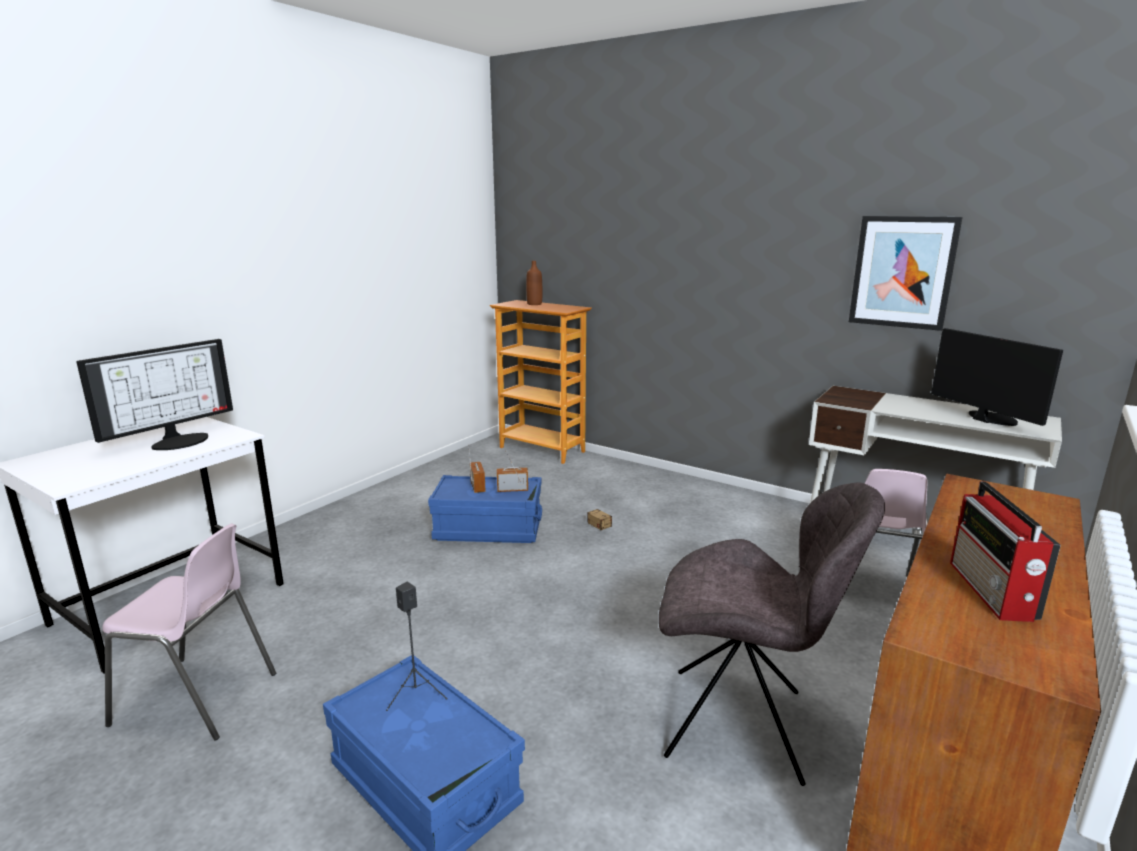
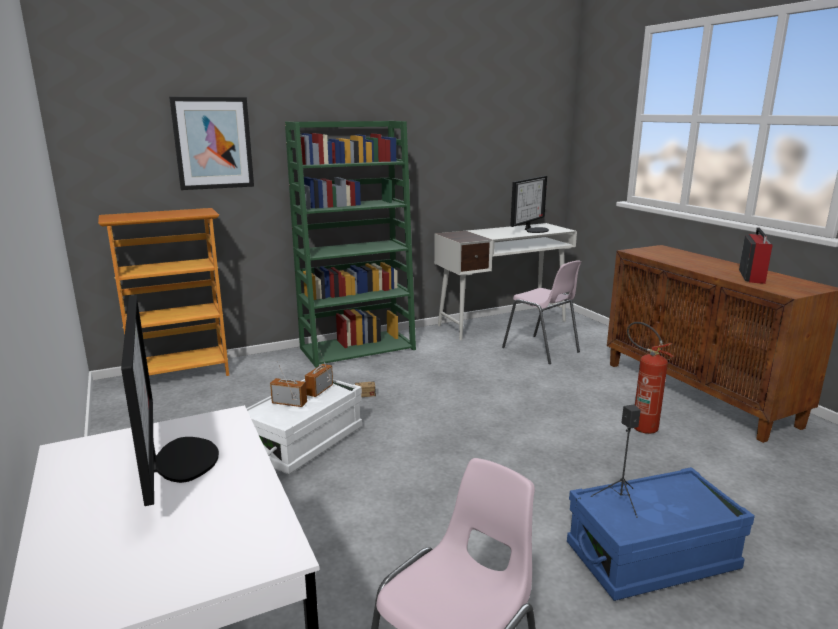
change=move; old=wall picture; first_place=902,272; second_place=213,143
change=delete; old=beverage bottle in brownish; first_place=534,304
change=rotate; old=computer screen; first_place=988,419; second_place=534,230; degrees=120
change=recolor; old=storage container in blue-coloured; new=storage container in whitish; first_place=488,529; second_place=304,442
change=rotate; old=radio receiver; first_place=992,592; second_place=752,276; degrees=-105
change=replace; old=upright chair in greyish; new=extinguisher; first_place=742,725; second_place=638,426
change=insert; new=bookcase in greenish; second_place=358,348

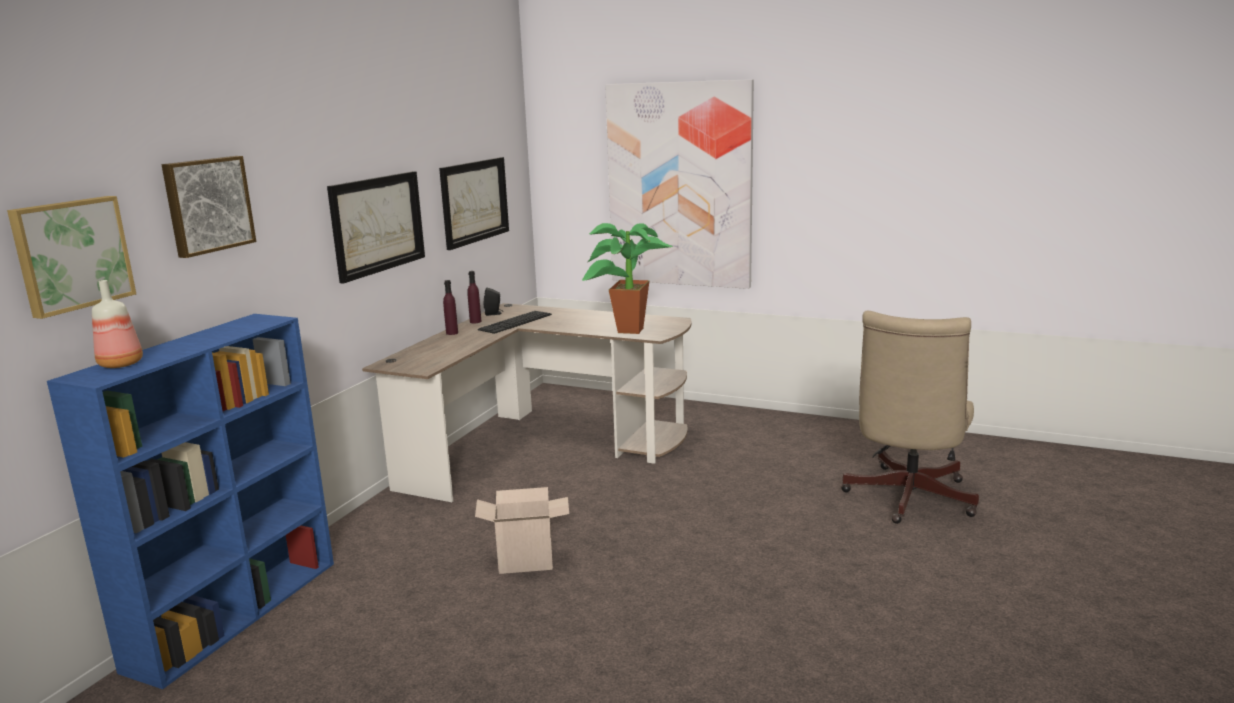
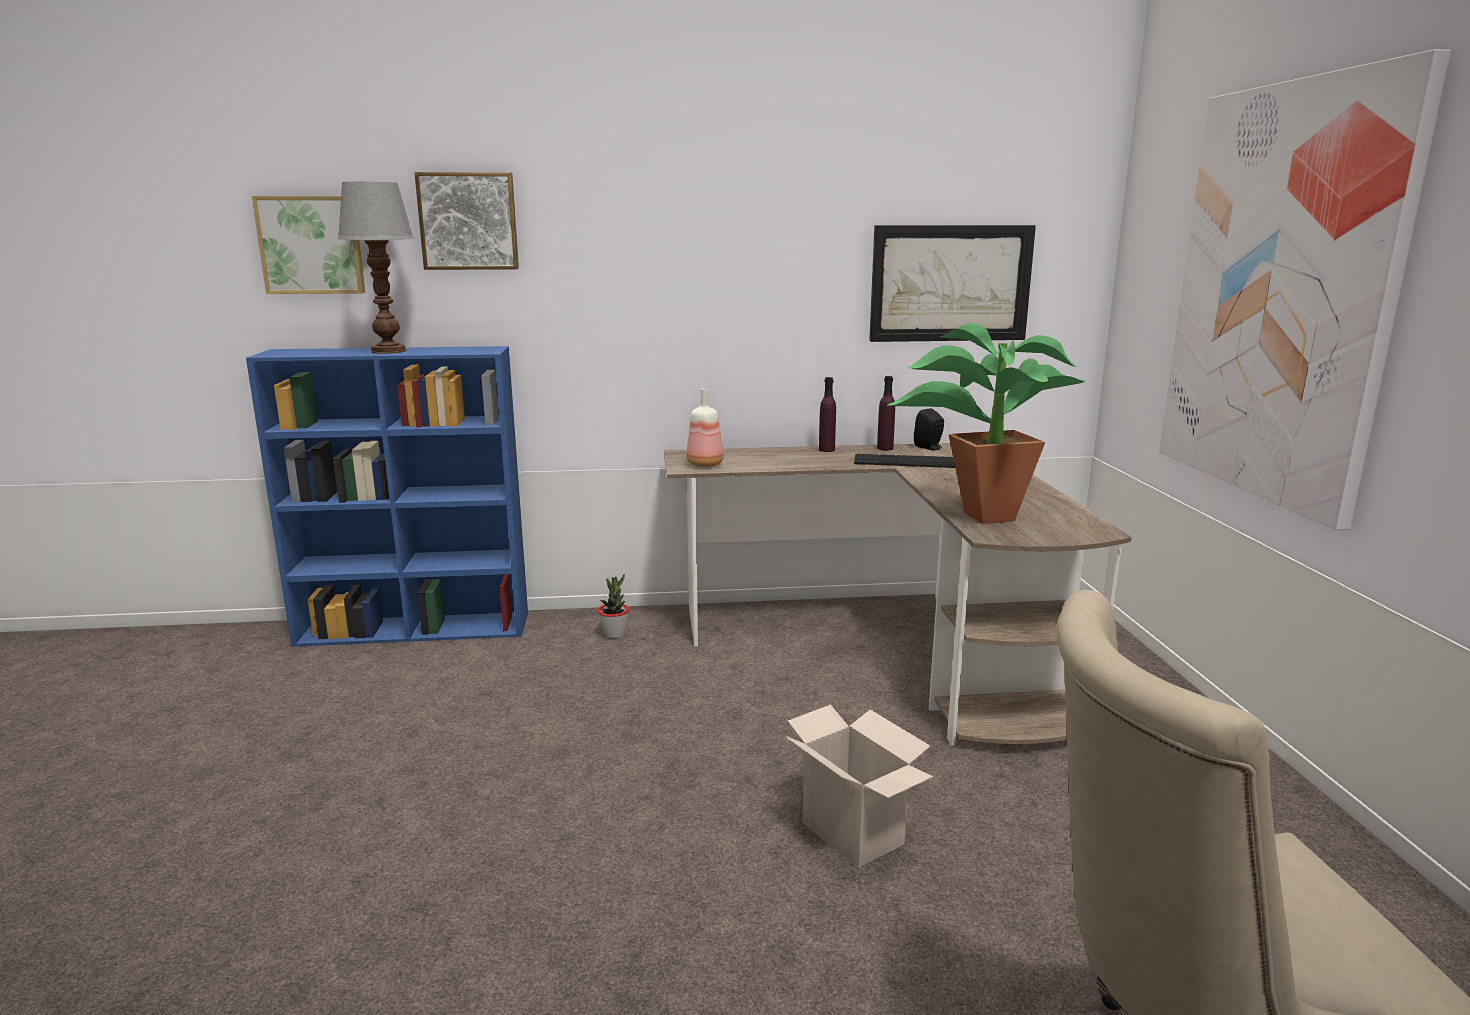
change=delete; old=wall picture; first_place=377,224
change=move; old=beverage bottle; first_place=122,364; second_place=706,464
change=move; old=carton; first_place=527,560; second_place=856,834
change=insert; new=lamp for a table; second_place=389,351
change=insert; new=potted plant; second_place=614,634

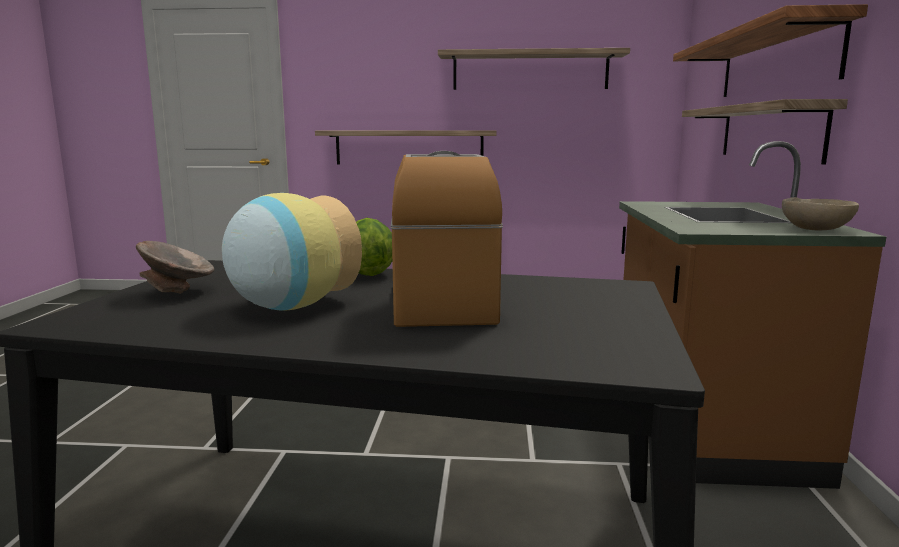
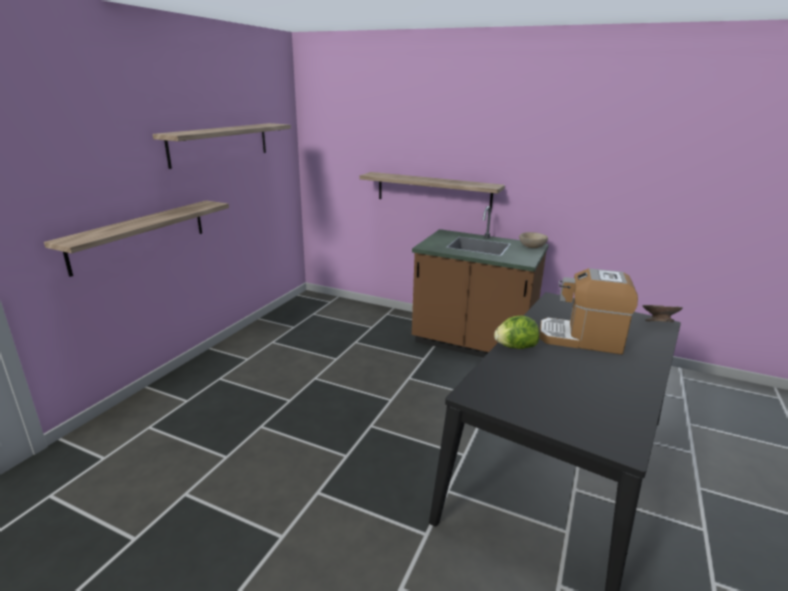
change=delete; old=shelf; first_place=775,62
change=delete; old=vase; first_place=289,306
change=move; old=serving bowl in greyish; first_place=179,292; second_place=657,322

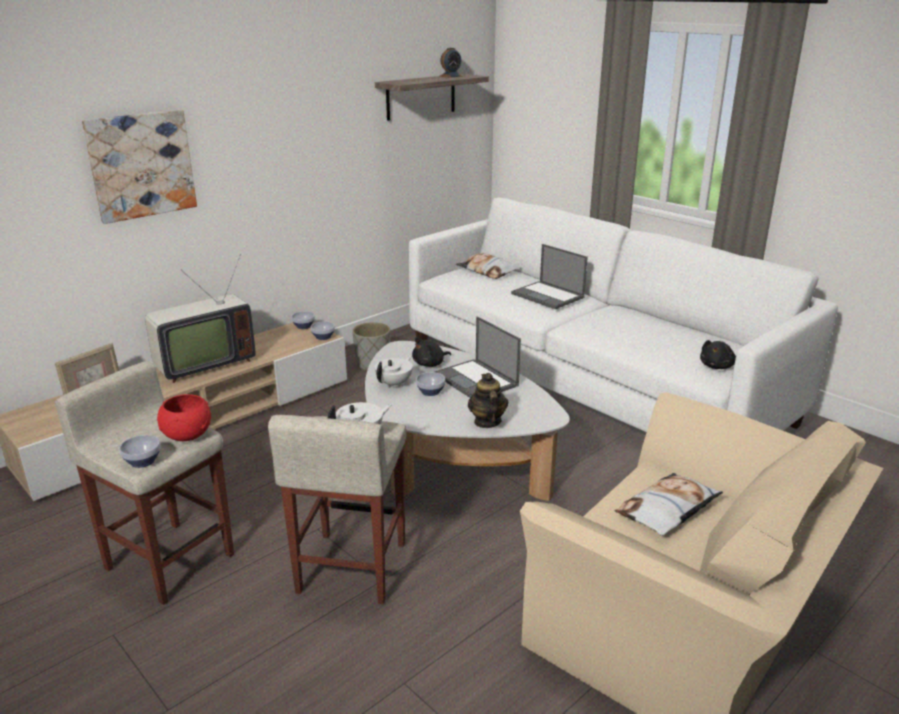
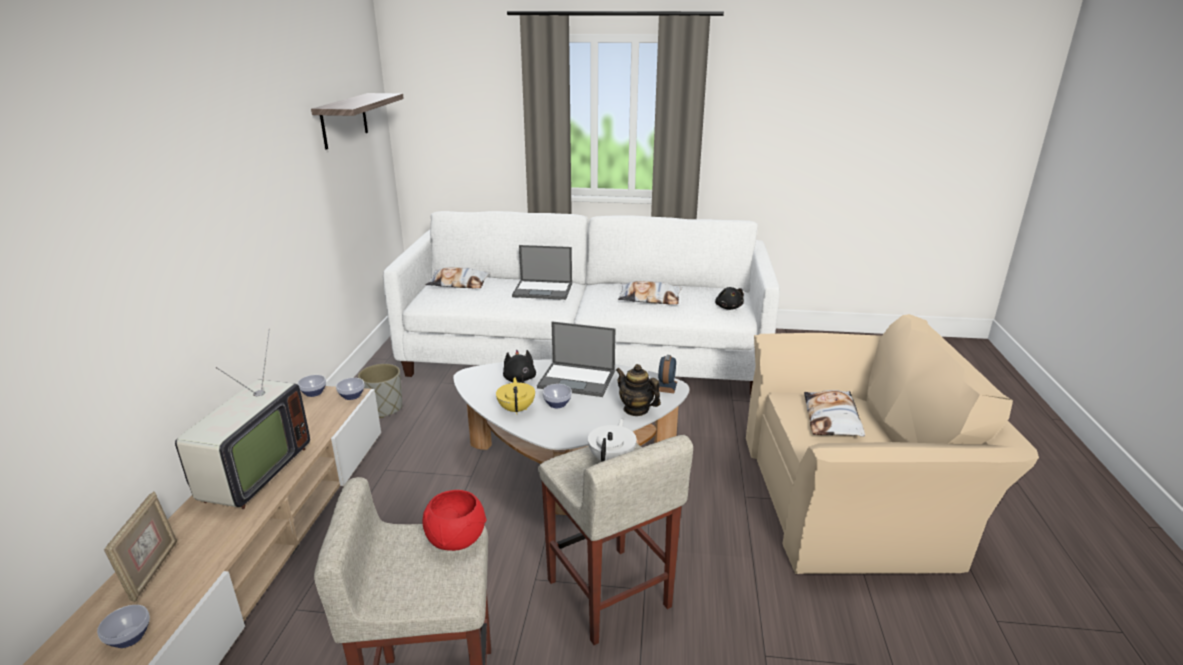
change=move; old=bedside clock; first_place=450,76; second_place=666,386
change=delete; old=wall picture; first_place=141,165
change=rotate; old=plush toy in black; first_place=430,364; second_place=519,380; degrees=150
change=recolor; old=tea pot in whitish; new=tea pot in yellow; first_place=395,384; second_place=517,409
change=move; old=serving bowl; first_place=141,461; second_place=128,638
change=insert; new=cushion; second_place=649,298

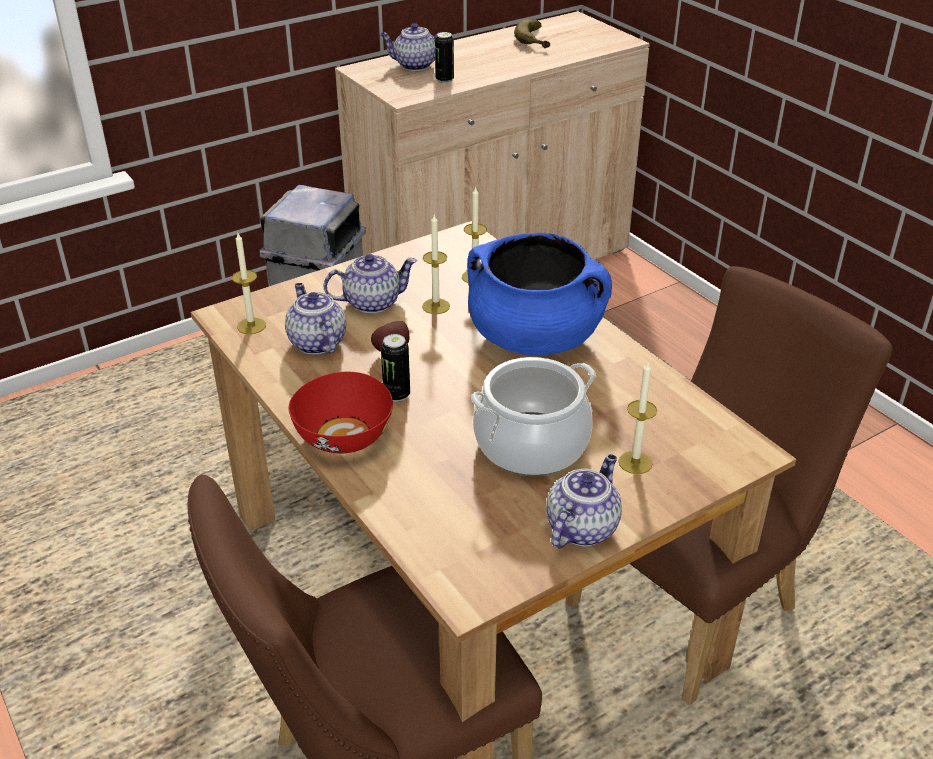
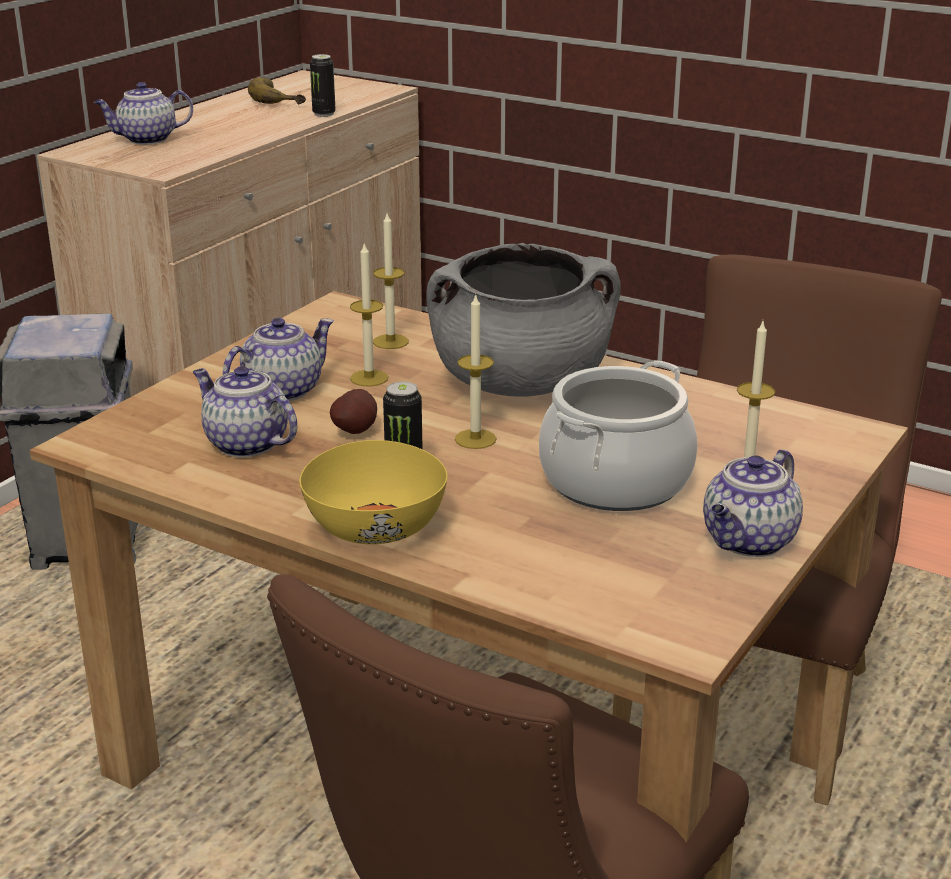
change=move; old=metal can; first_place=444,80; second_place=324,114
change=move; old=candle; first_place=251,326; second_place=475,439
change=recolor; old=saucepot in blue-coloured; new=saucepot in greyish; first_place=535,338; second_place=521,383
change=recolor; old=serving bowl in red; new=serving bowl in yellow; first_place=343,436; second_place=374,527
change=rotate; old=tea pot; first_place=582,527; second_place=749,542; degrees=-150

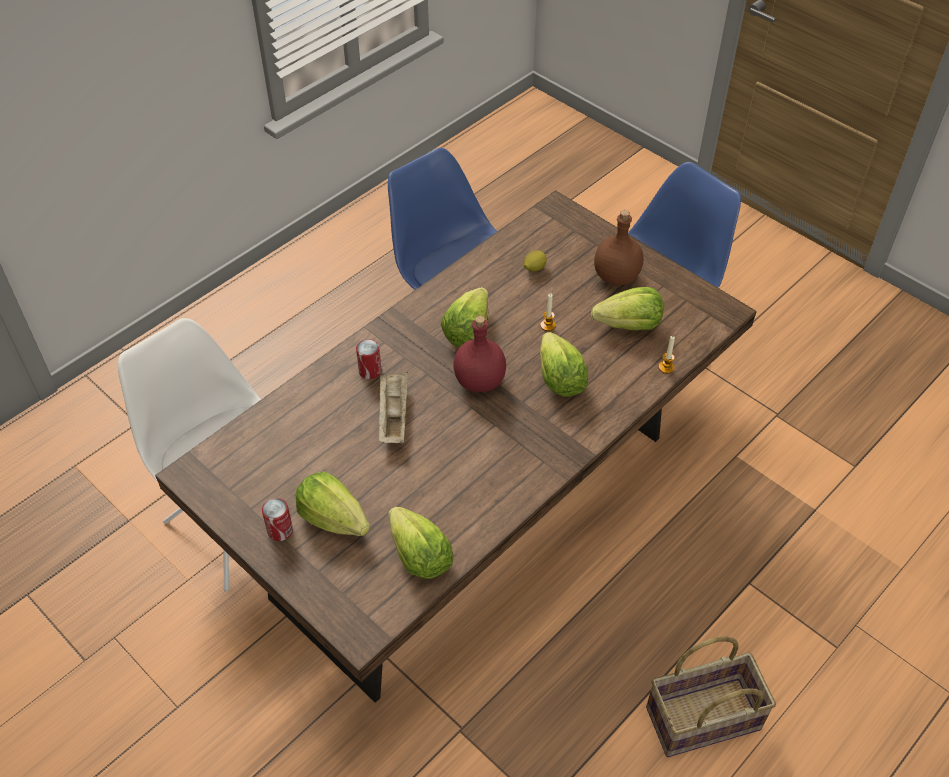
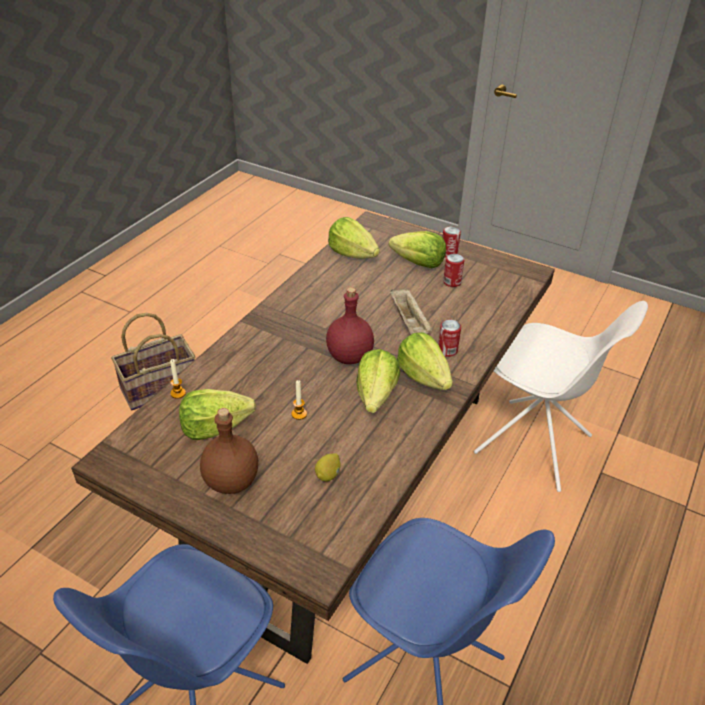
change=move; old=head of lettuce; first_place=559,379; second_place=423,377
change=insert; new=metal can; second_place=452,282

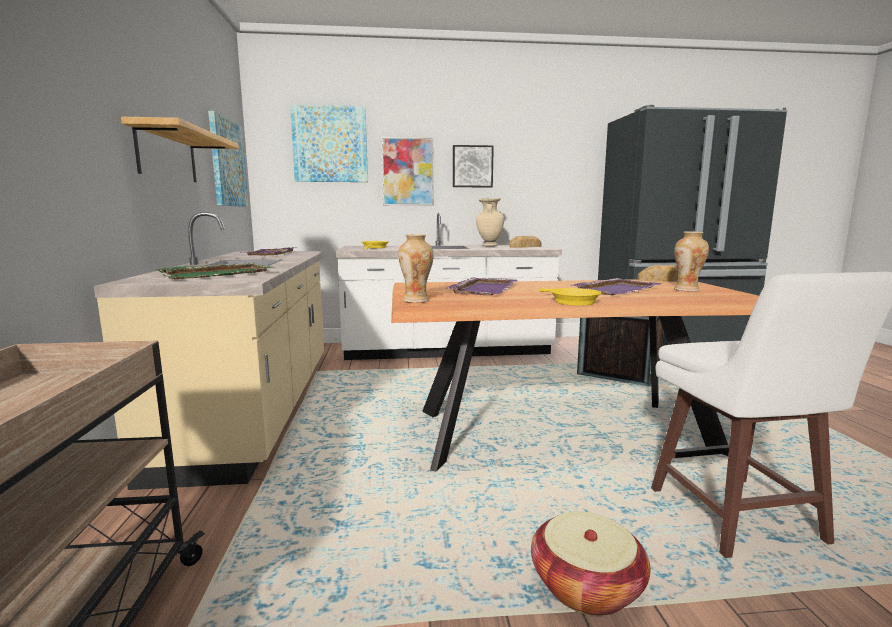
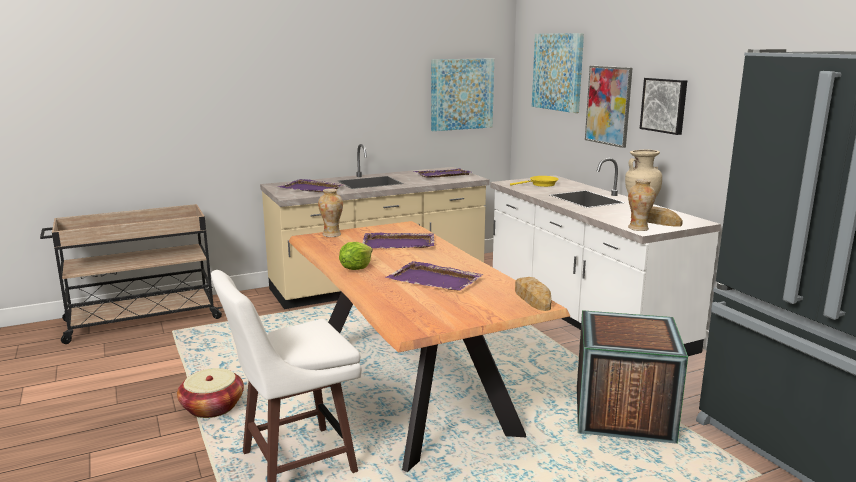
change=delete; old=shelf; first_place=167,155
change=move; old=vase; first_place=687,290; second_place=638,228
change=recolor; old=carrying tray in greenish; new=carrying tray in purplish; first_place=218,274; second_place=312,188
change=replace; old=frying pan in yellow; new=head of lettuce; first_place=571,301; second_place=356,268

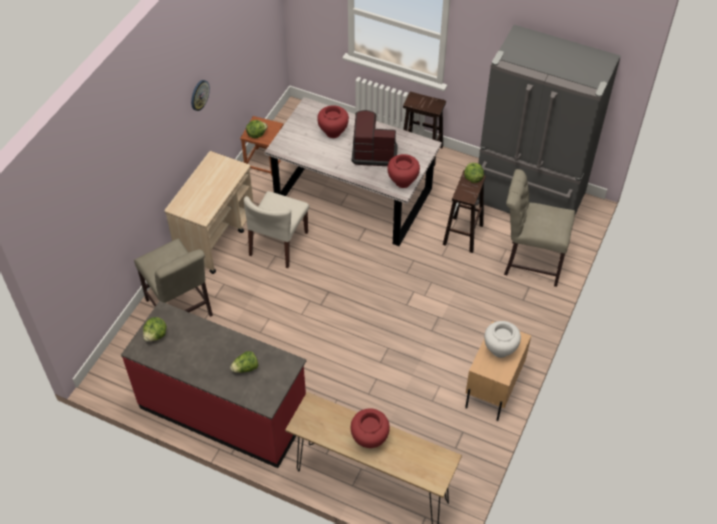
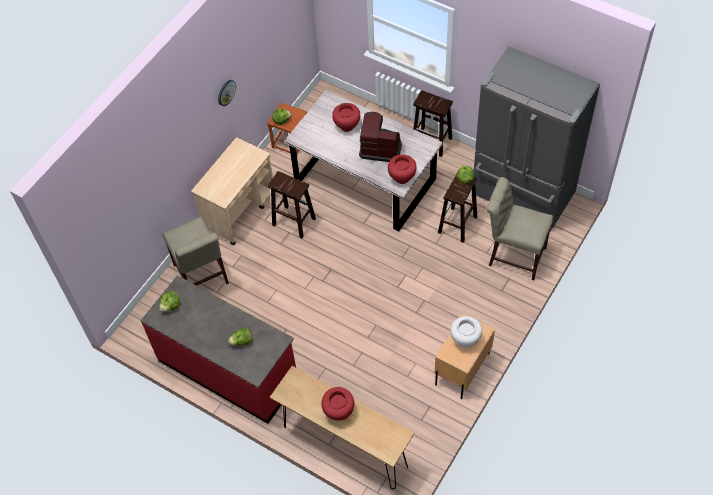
change=replace; old=upright chair in beige; new=stool in brownish; first_place=279,244; second_place=293,222

